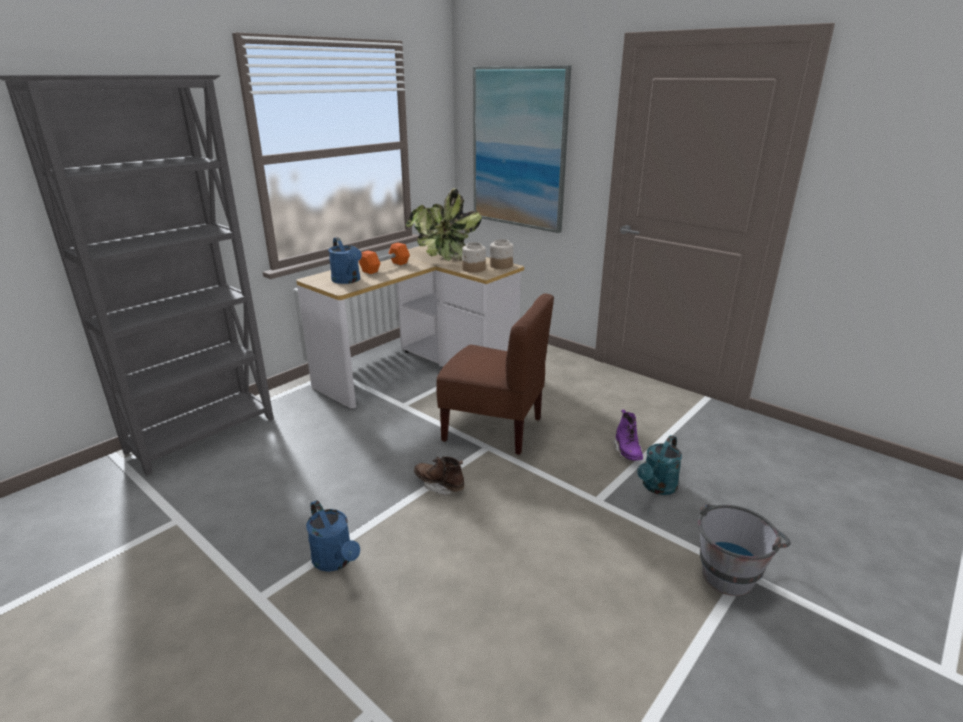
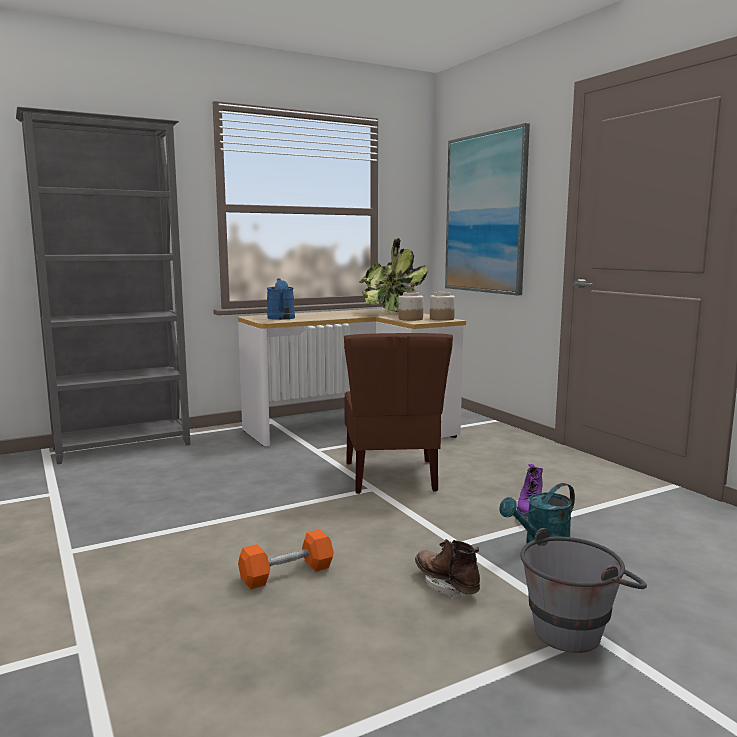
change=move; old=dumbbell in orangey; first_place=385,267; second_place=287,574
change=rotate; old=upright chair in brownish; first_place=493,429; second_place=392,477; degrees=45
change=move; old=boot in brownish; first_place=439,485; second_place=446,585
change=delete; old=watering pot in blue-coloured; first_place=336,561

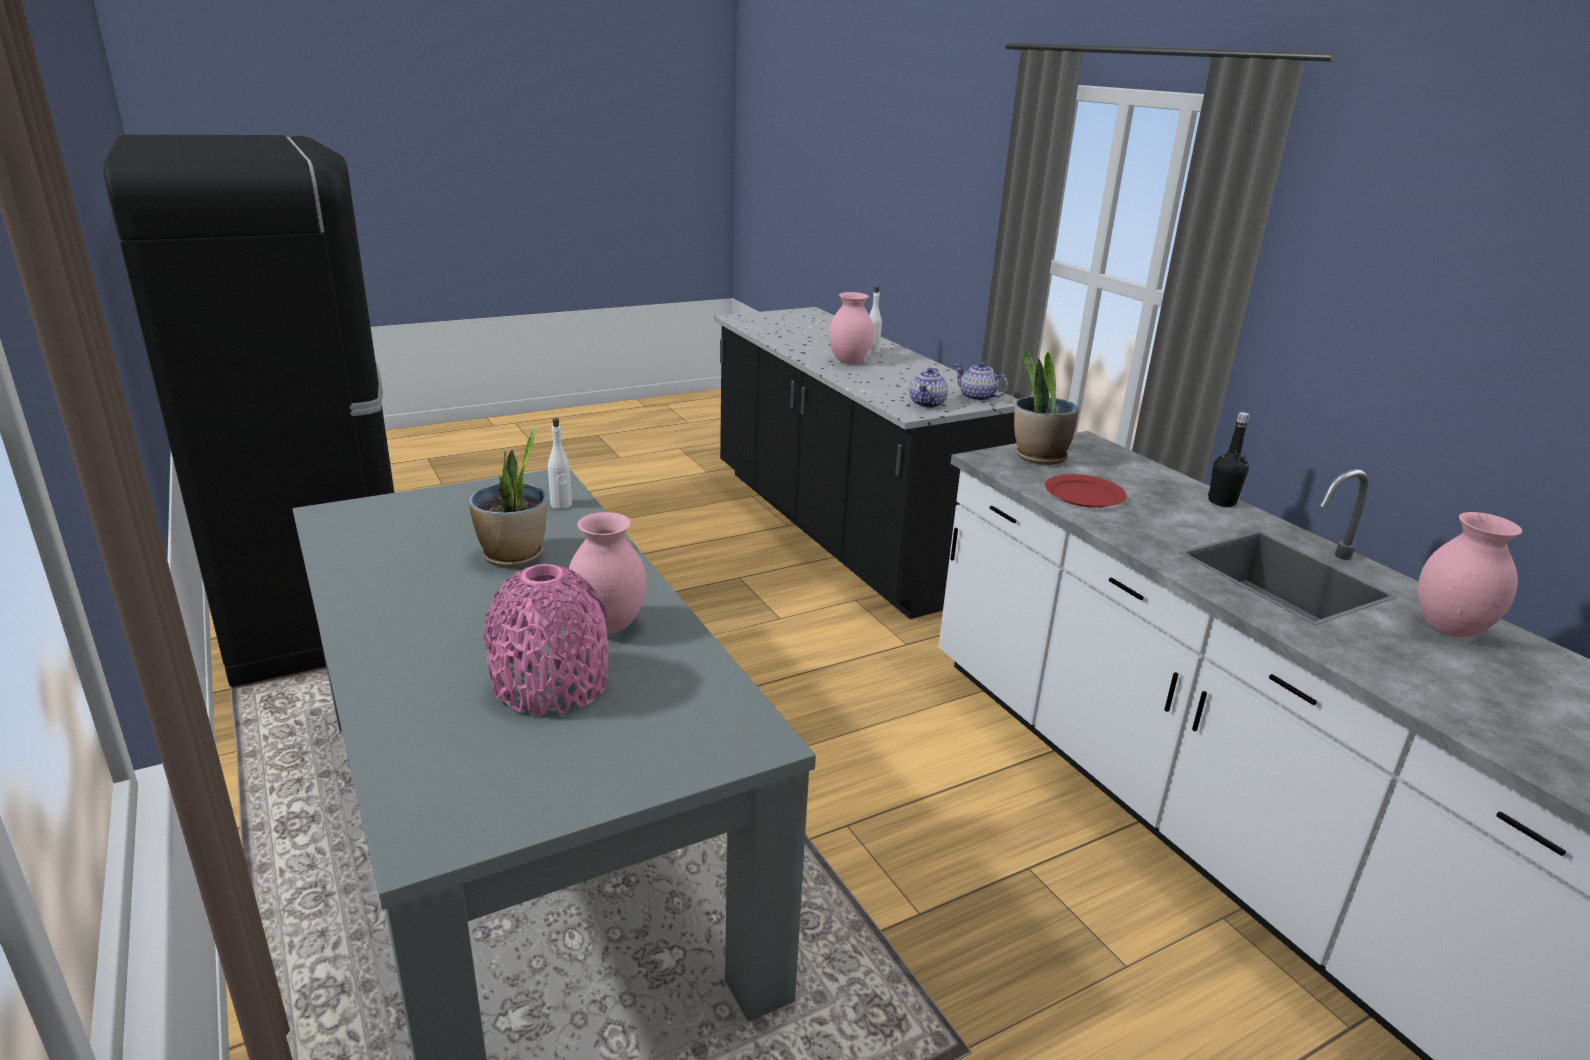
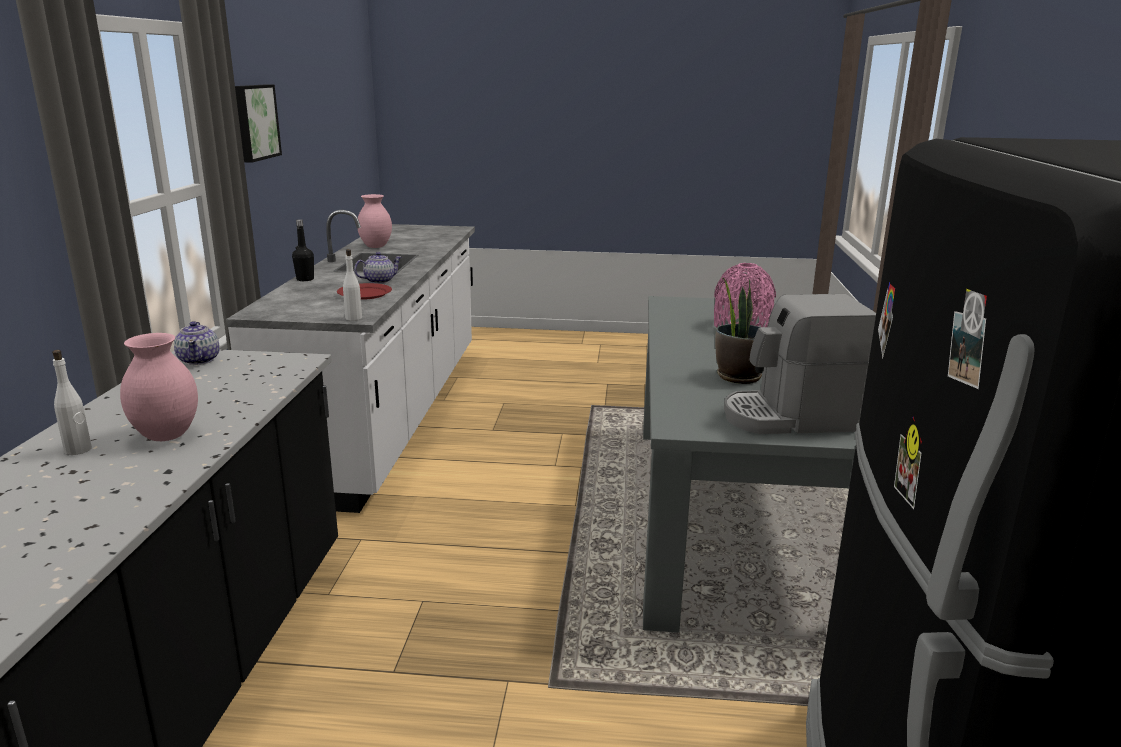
change=delete; old=potted plant; first_place=1039,457
change=move; old=tea pot; first_place=927,404; second_place=379,281
change=move; old=beverage bottle in whitish; first_place=561,505; second_place=354,318
change=delete; old=vase in pinkish; first_place=610,626
change=insert; new=wall picture; second_place=255,122
change=insert; new=coffee brewer; second_place=790,418

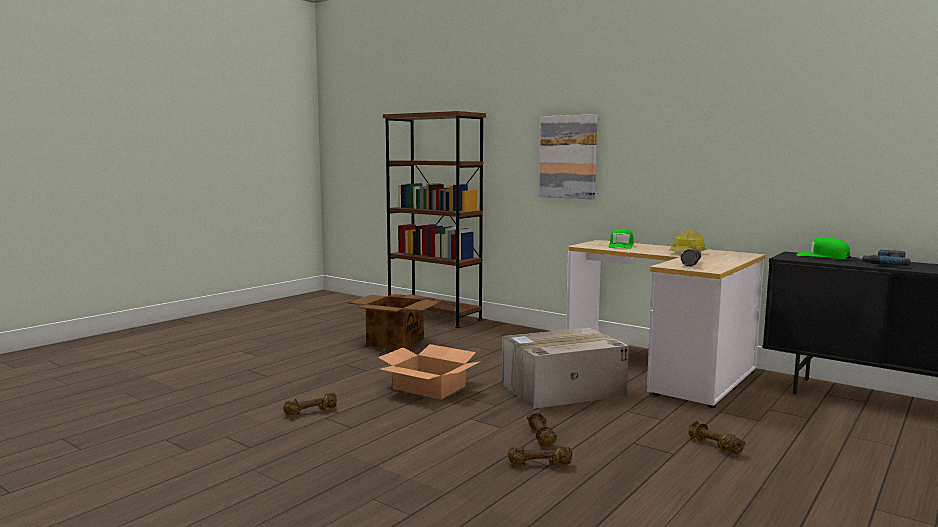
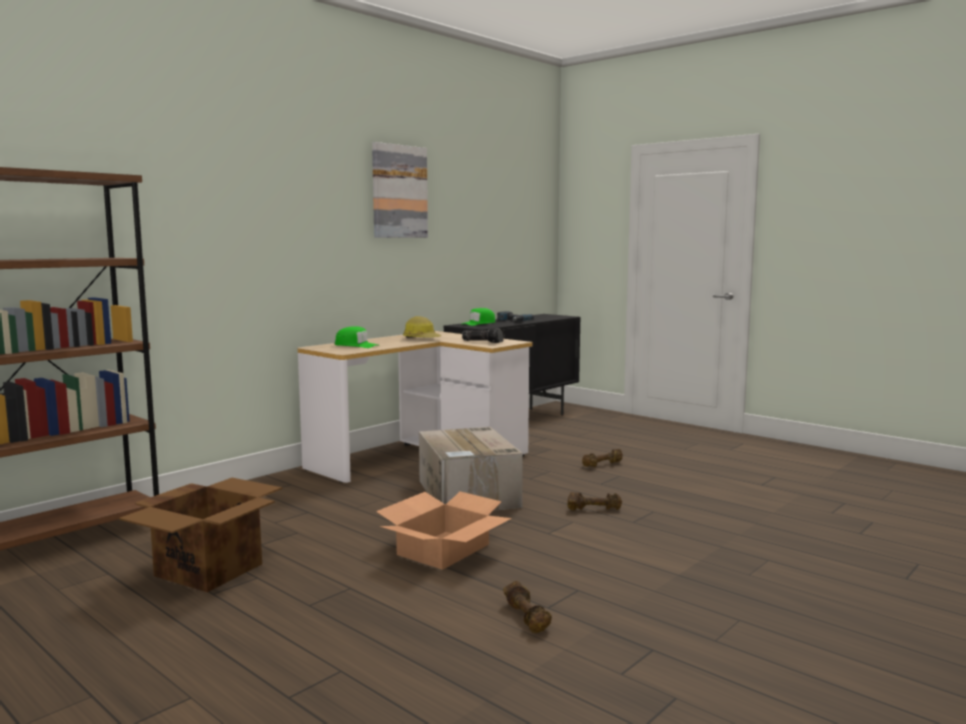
change=move; old=wall picture; first_place=568,157; second_place=399,192
change=delete; old=dumbbell in brownish; first_place=540,465

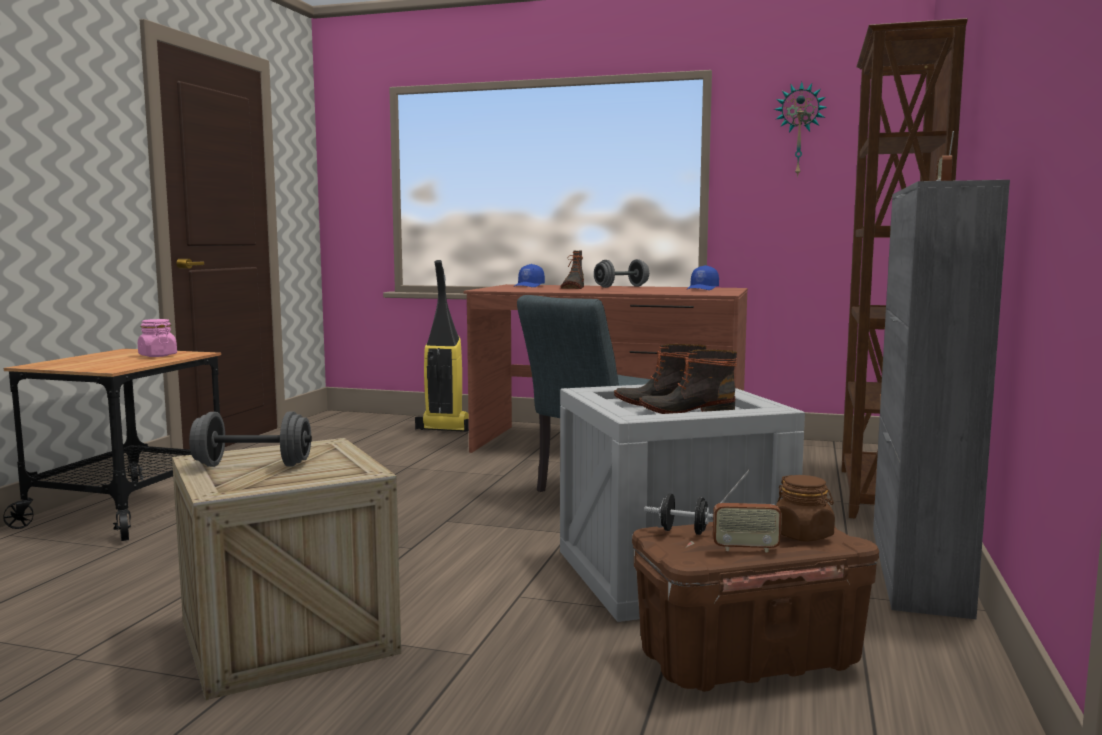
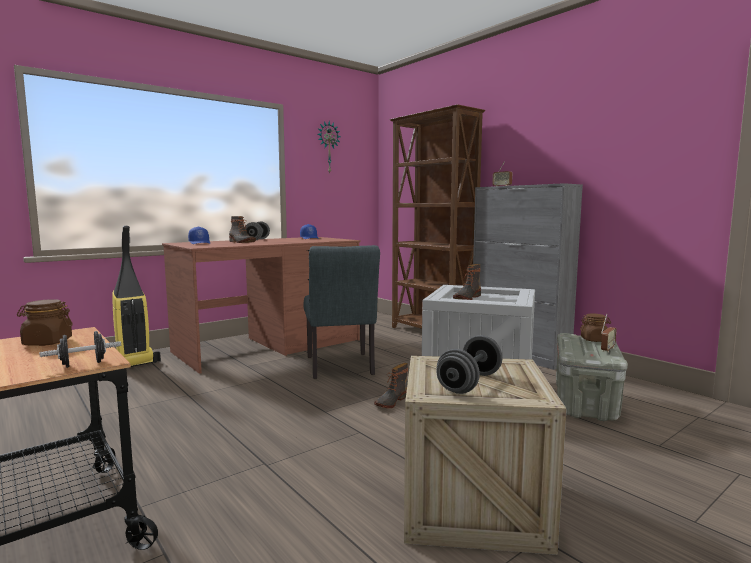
change=recolor; old=storage jar in pinkish; new=storage jar in brownish; first_place=157,355; second_place=47,342
change=move; old=boot; first_place=686,411; second_place=391,401
change=move; old=dumbbell in black; first_place=683,532; second_place=83,364
change=recolor; old=storage container in brownish; new=storage container in greyish; first_place=747,660; second_place=585,403

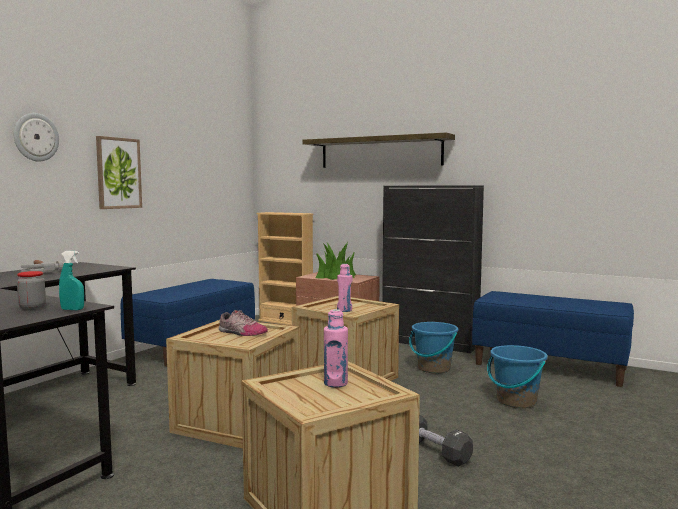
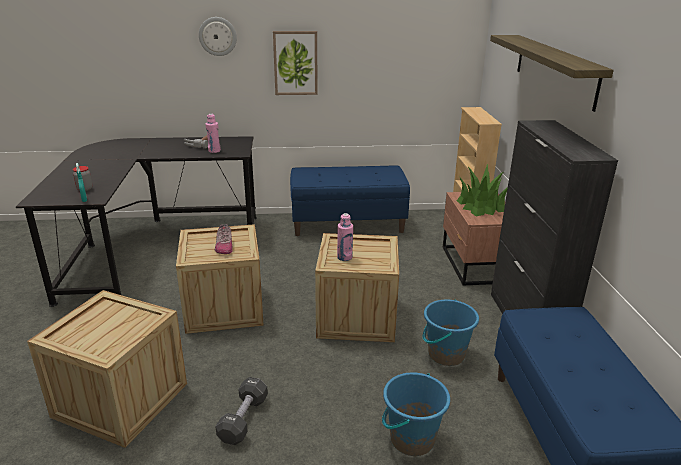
change=move; old=beverage bottle in pinkish; first_place=335,383; second_place=214,151

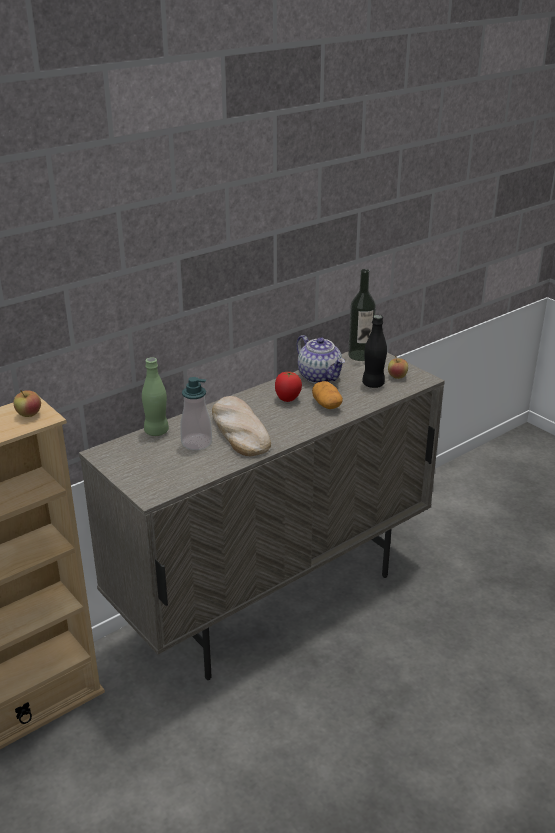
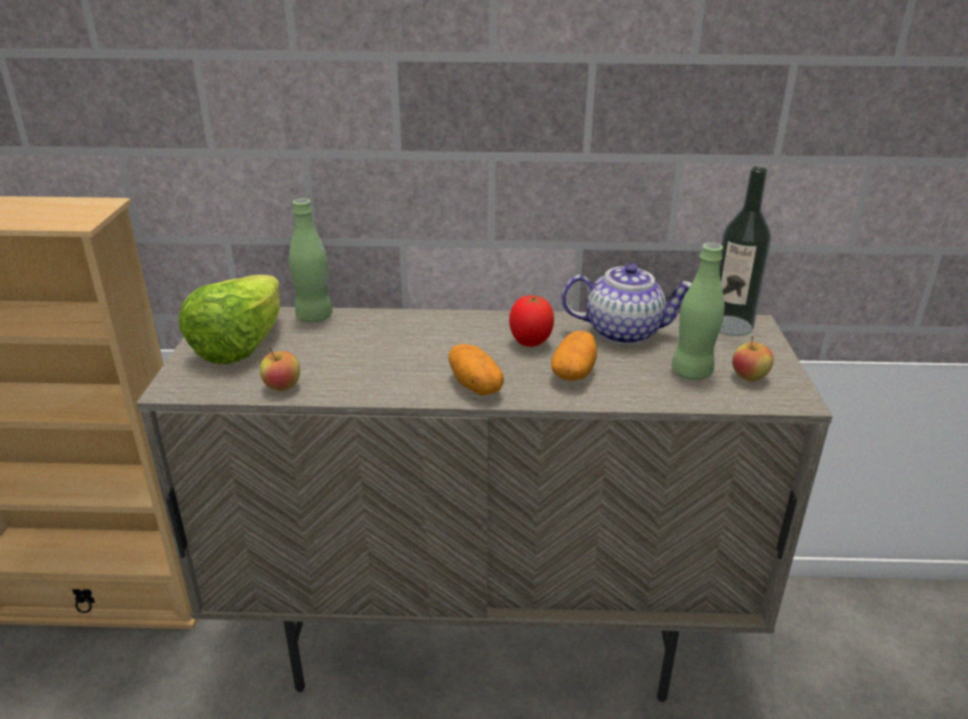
change=recolor; old=beverage bottle in black; new=beverage bottle in greenish; first_place=373,384; second_place=691,372
change=rotate; old=tea pot; first_place=320,377; second_place=624,332; degrees=-90
change=delete; old=liquid soap bottle; first_place=196,443
change=move; old=apple; first_place=29,414; second_place=282,387
change=delete; old=bread; first_place=239,430
change=insert; new=head of lettuce; second_place=241,346
change=insert; new=spud; second_place=476,385

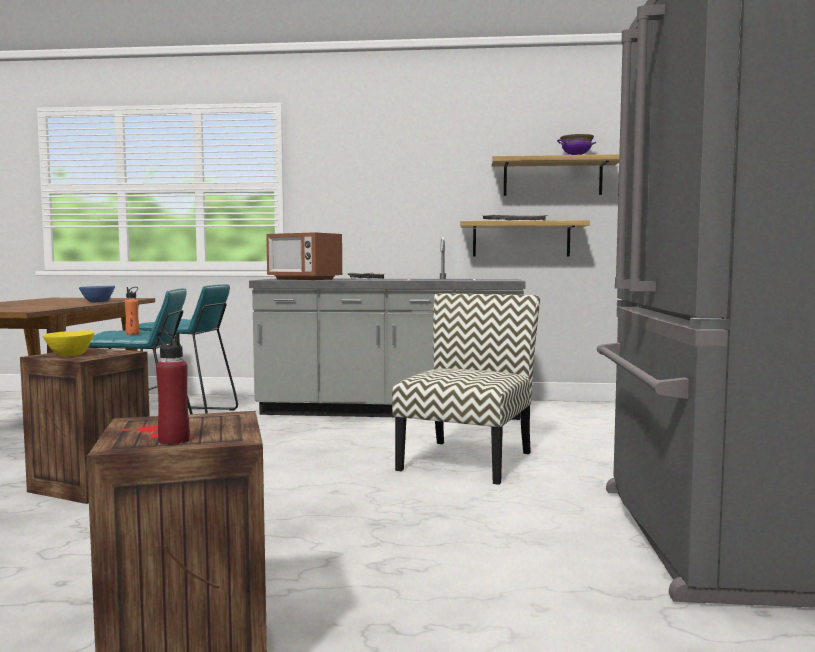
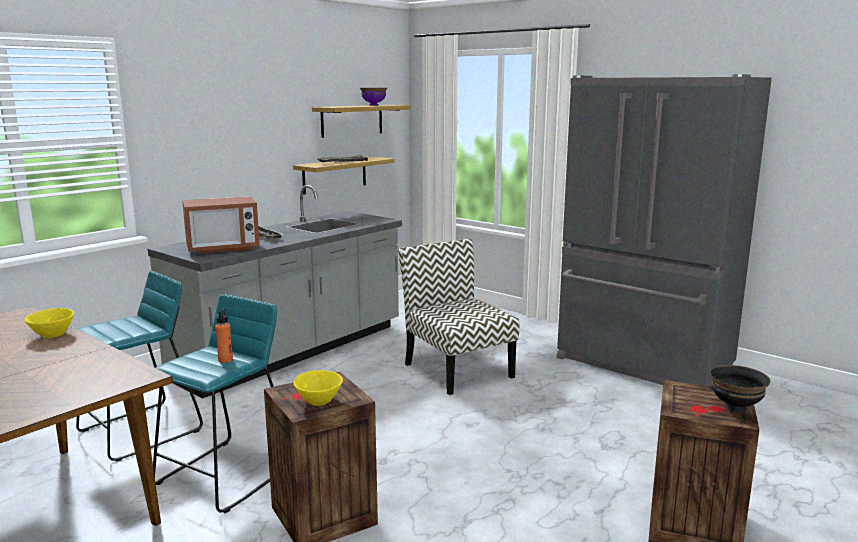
change=recolor; old=serving bowl in blue-coloured; new=serving bowl in yellow; first_place=97,302; second_place=51,335
change=replace; old=beverage bottle in red; new=serving bowl in black; first_place=174,440; second_place=736,407

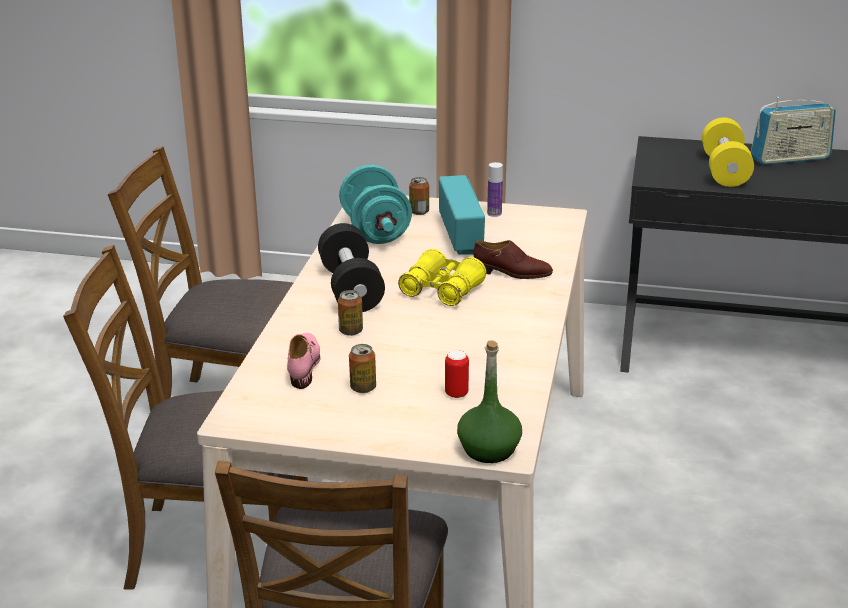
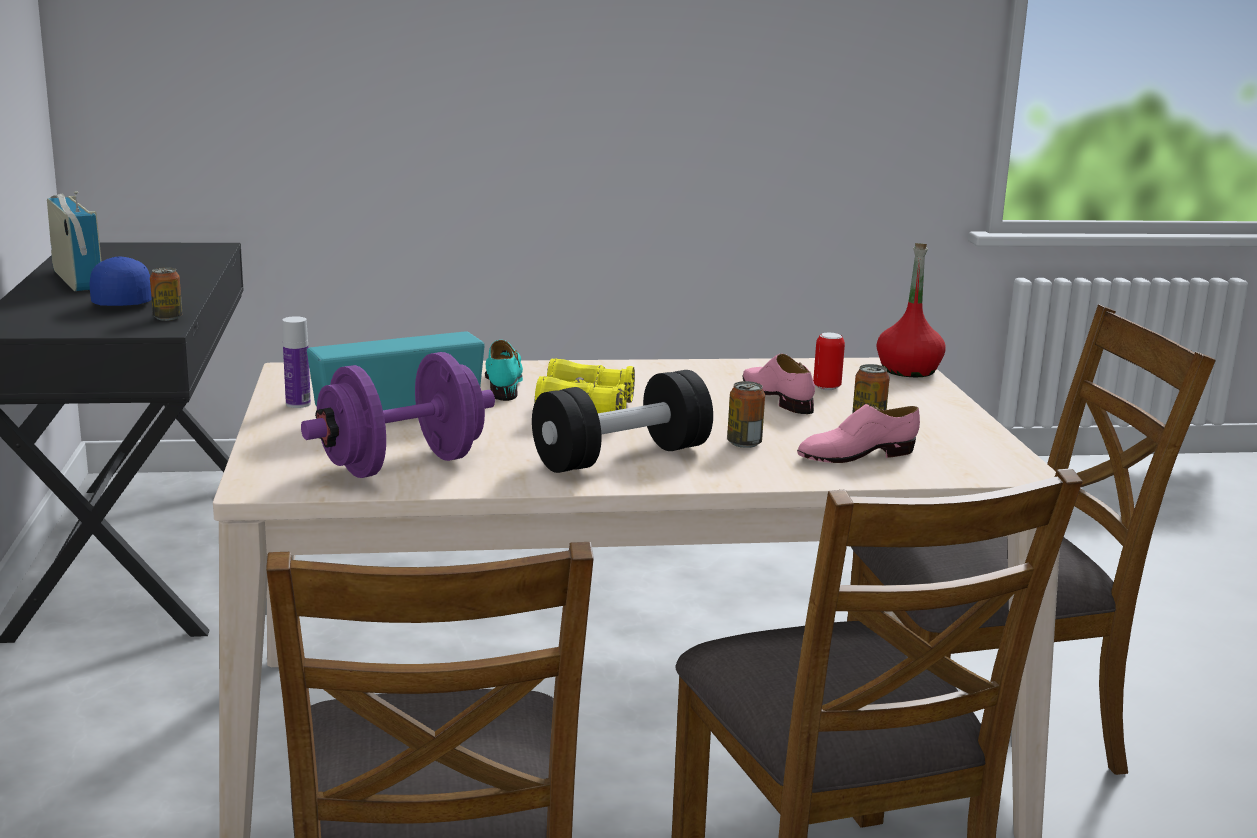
change=replace; old=dumbbell in yellow; new=baseball cap in blue-coloured; first_place=724,170; second_place=122,302
change=recolor; old=dumbbell in turquoise-coloured; new=dumbbell in purplish; first_place=375,231; second_place=402,465
change=move; old=metal can; first_place=419,212; second_place=167,318
change=recolor; old=item of footwear in brownish; new=item of footwear in turquoise-coloured; first_place=512,272; second_place=503,384
change=recolor; old=beverage bottle in greenish; new=beverage bottle in red; first_place=489,449; second_place=908,370
change=insert; new=item of footwear in pinkish; second_place=777,398

